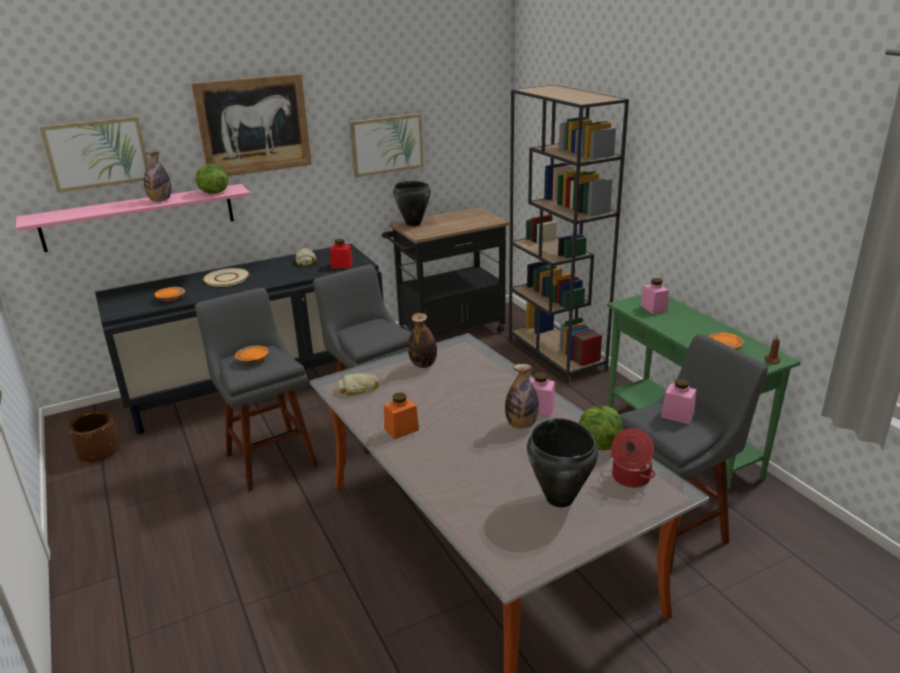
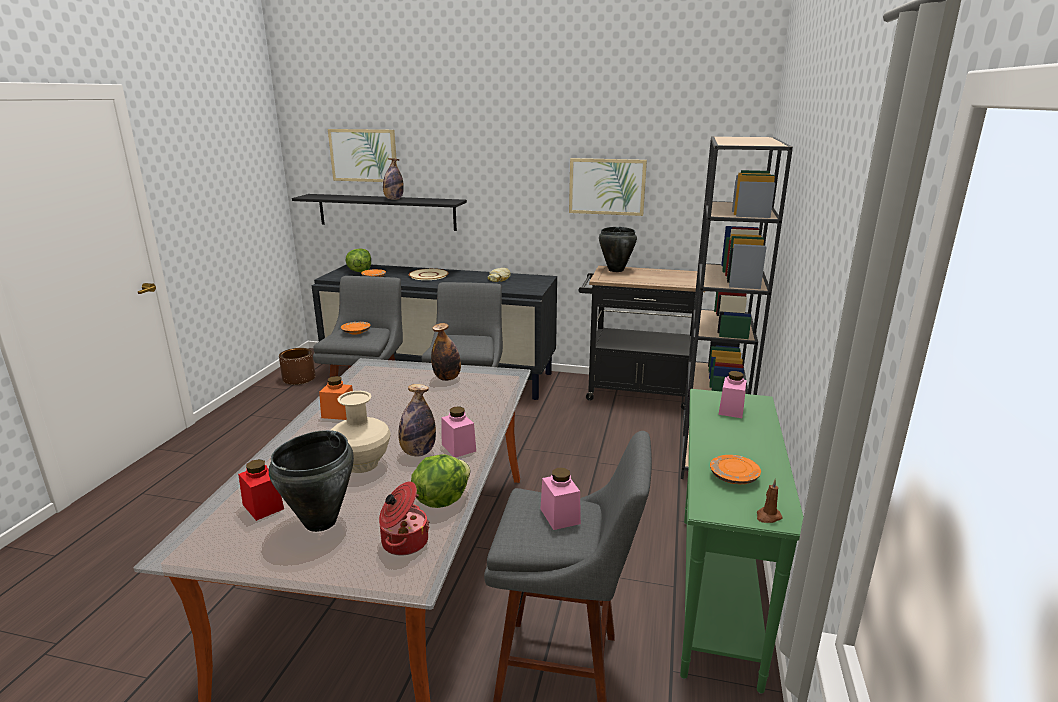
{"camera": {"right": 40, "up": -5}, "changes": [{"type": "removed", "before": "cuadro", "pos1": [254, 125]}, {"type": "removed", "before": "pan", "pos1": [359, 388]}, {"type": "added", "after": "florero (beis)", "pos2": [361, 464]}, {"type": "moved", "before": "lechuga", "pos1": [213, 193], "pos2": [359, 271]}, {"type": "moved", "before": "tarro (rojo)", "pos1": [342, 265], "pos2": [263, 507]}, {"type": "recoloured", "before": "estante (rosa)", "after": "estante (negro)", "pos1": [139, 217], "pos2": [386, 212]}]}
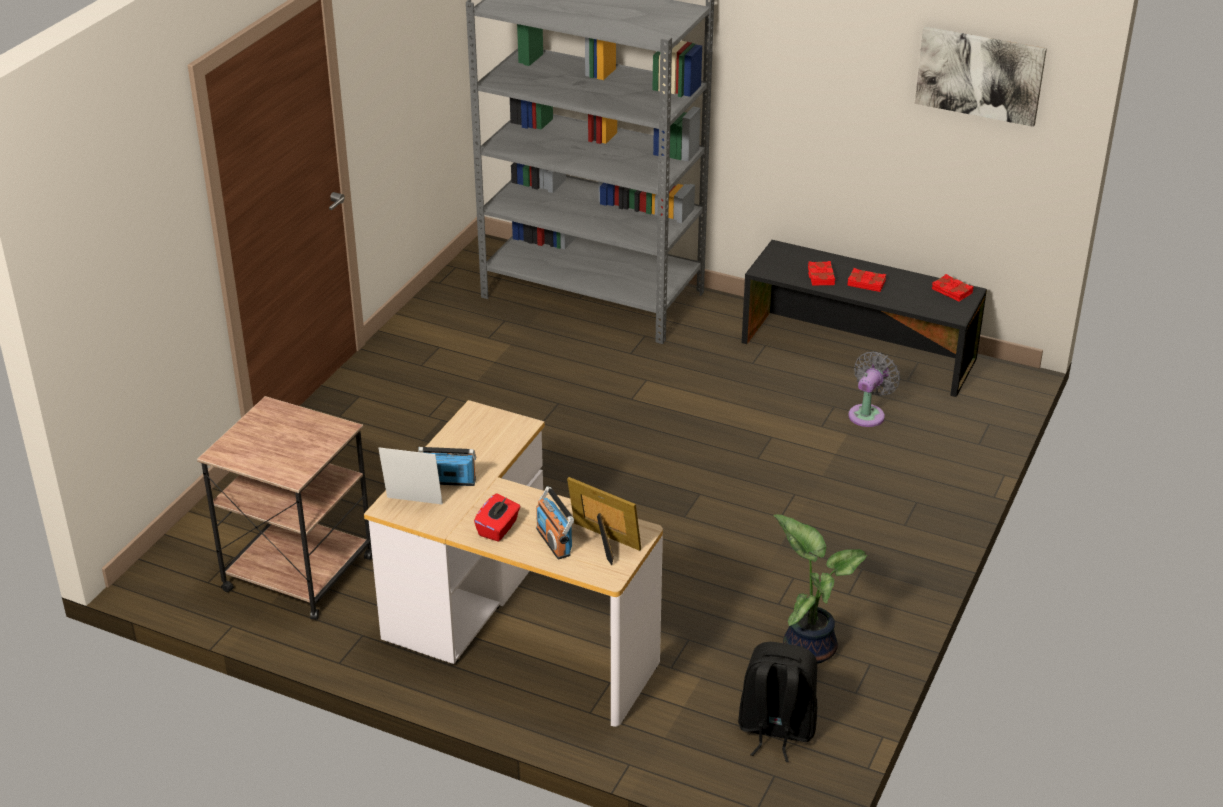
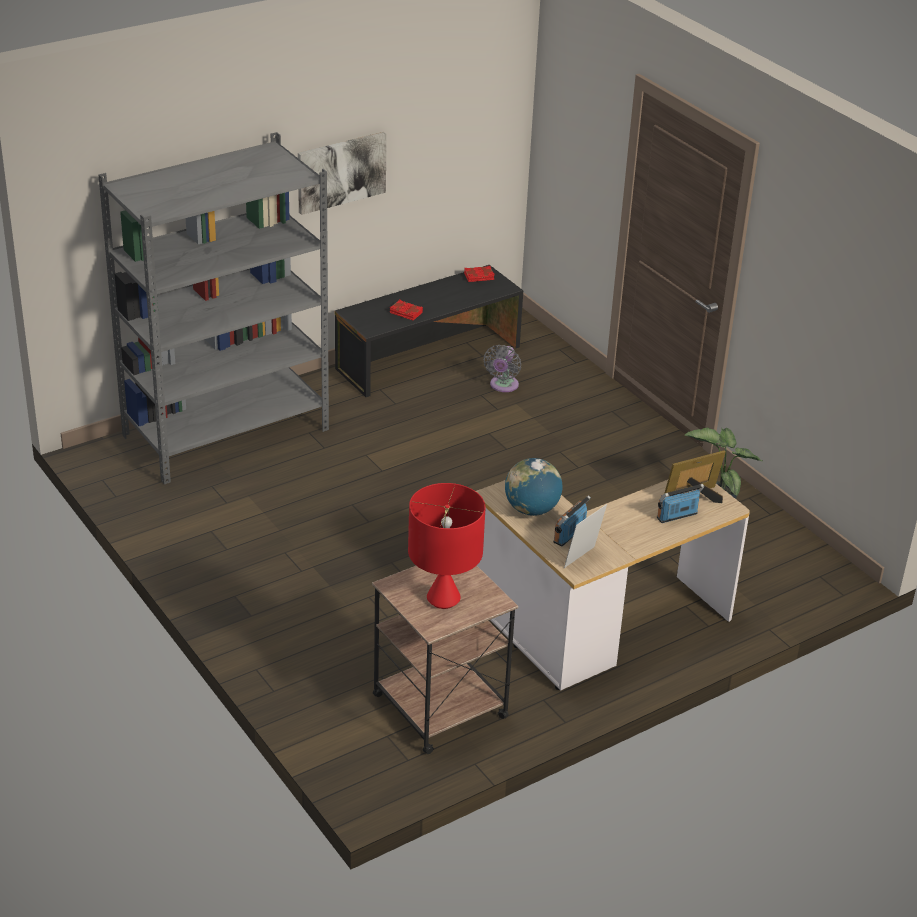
{"camera": {"right": -60, "up": 0}, "changes": [{"type": "removed", "before": "caja de pañuelos (rojo)", "pos1": [498, 529]}, {"type": "removed", "before": "mochila (negro)", "pos1": [775, 730]}, {"type": "removed", "before": "libro (rojo)", "pos1": [866, 283]}, {"type": "added", "after": "lámpara de mesa (rojo)", "pos2": [443, 600]}, {"type": "added", "after": "globo terráqueo", "pos2": [531, 509]}, {"type": "moved", "before": "cuadro", "pos1": [980, 75], "pos2": [341, 172]}, {"type": "turned", "before": "radio", "pos1": [554, 541], "pos2": [677, 516], "turn": 150}, {"type": "turned", "before": "ventilador (gris)", "pos1": [868, 414], "pos2": [503, 386], "turn": -135}]}
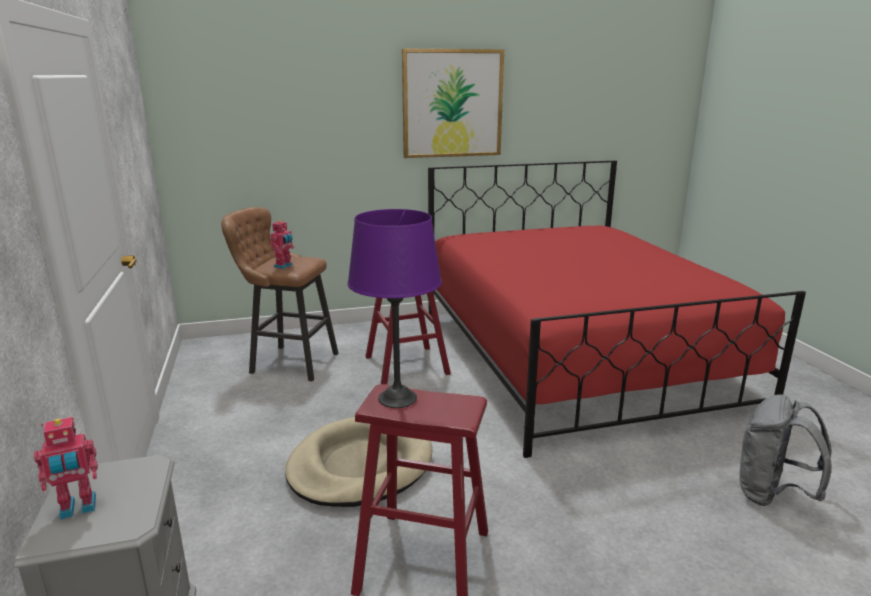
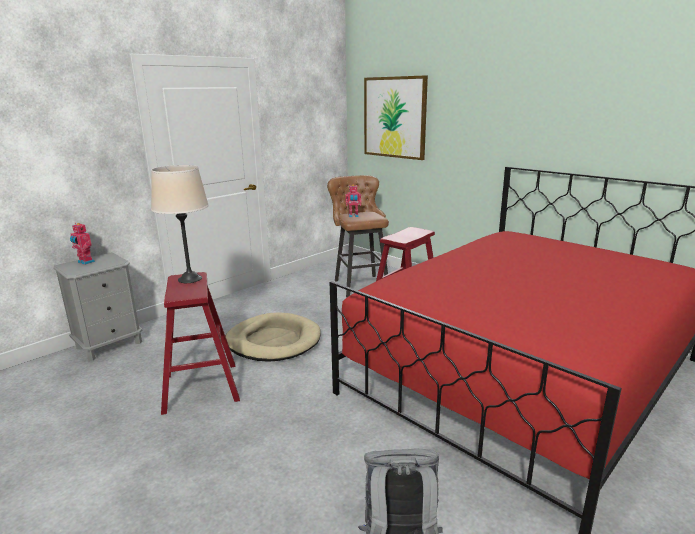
{"camera": {"right": 60, "up": 0}, "changes": [{"type": "moved", "before": "cuadro", "pos1": [452, 104], "pos2": [394, 117]}, {"type": "recoloured", "before": "lámpara de mesa (morado)", "after": "lámpara de mesa (beis)", "pos1": [398, 398], "pos2": [190, 279]}]}
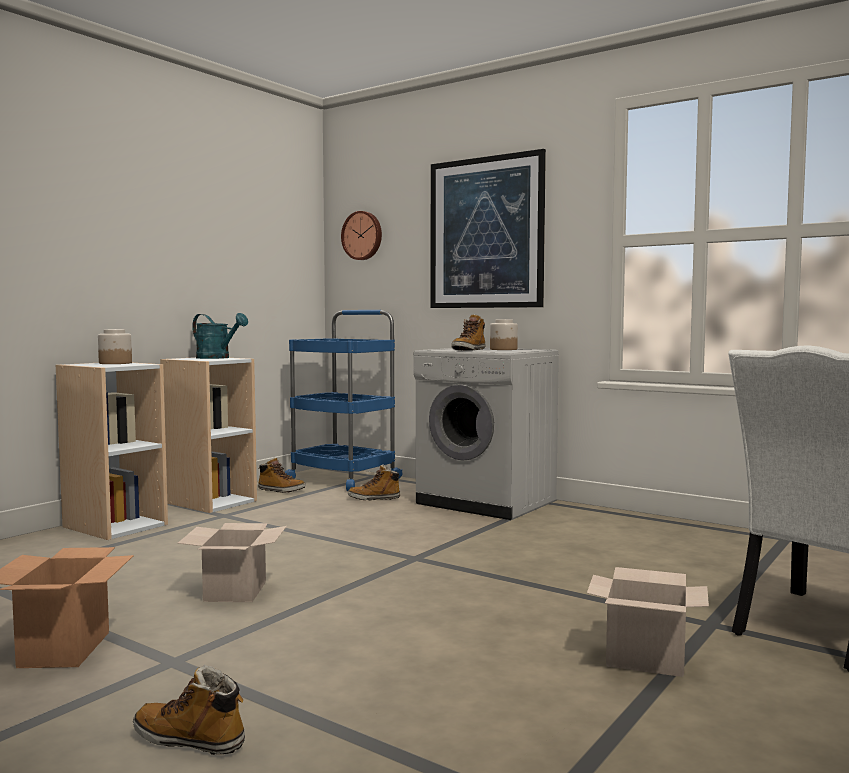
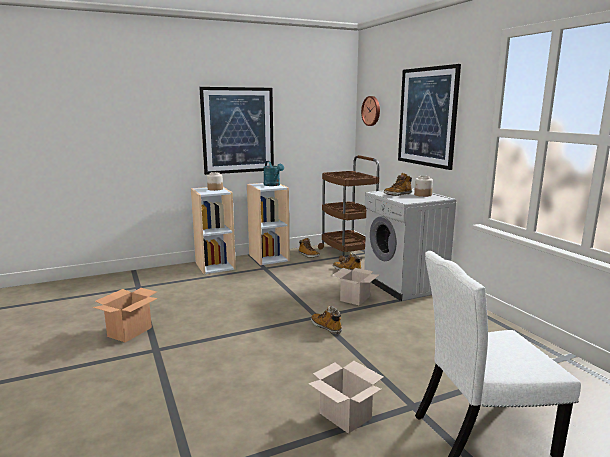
{"camera": {"right": 30, "up": 10}, "changes": [{"type": "added", "after": "cuadro", "pos2": [238, 130]}, {"type": "moved", "before": "bota", "pos1": [190, 740], "pos2": [326, 327]}, {"type": "moved", "before": "caja de cartón", "pos1": [234, 591], "pos2": [355, 298]}, {"type": "recoloured", "before": "carrito (azul)", "after": "carrito (marrón)", "pos1": [342, 479], "pos2": [347, 252]}]}
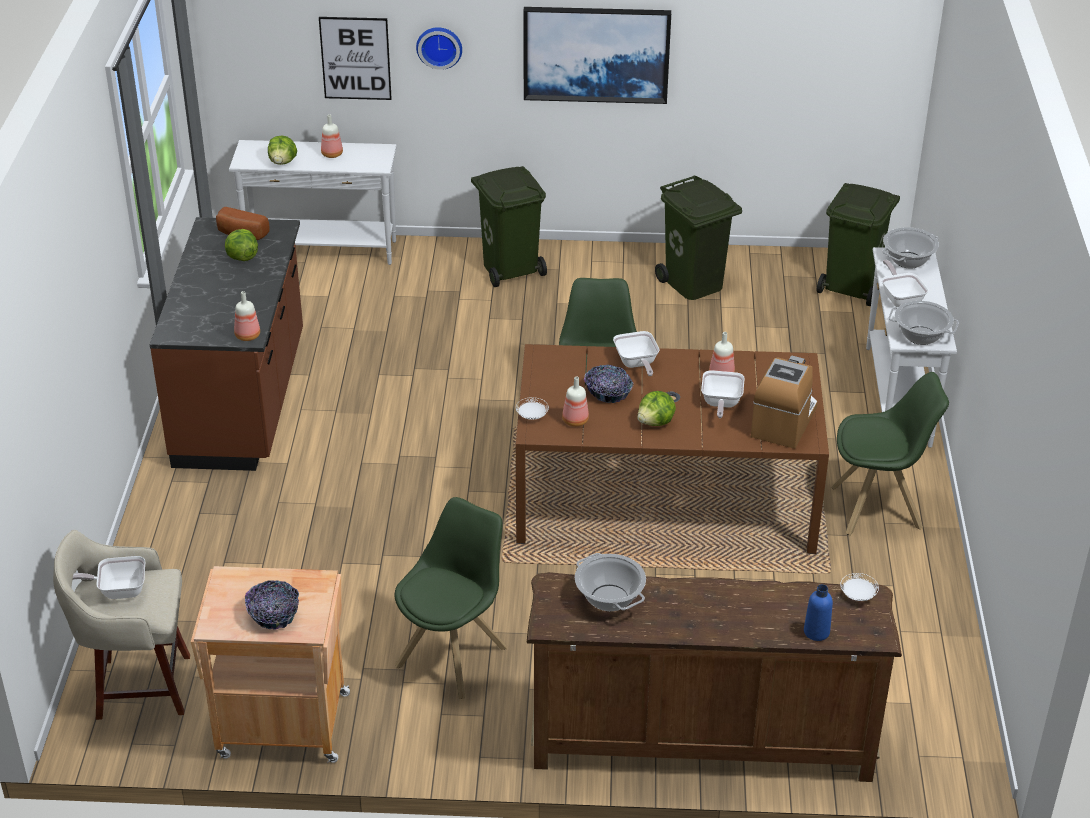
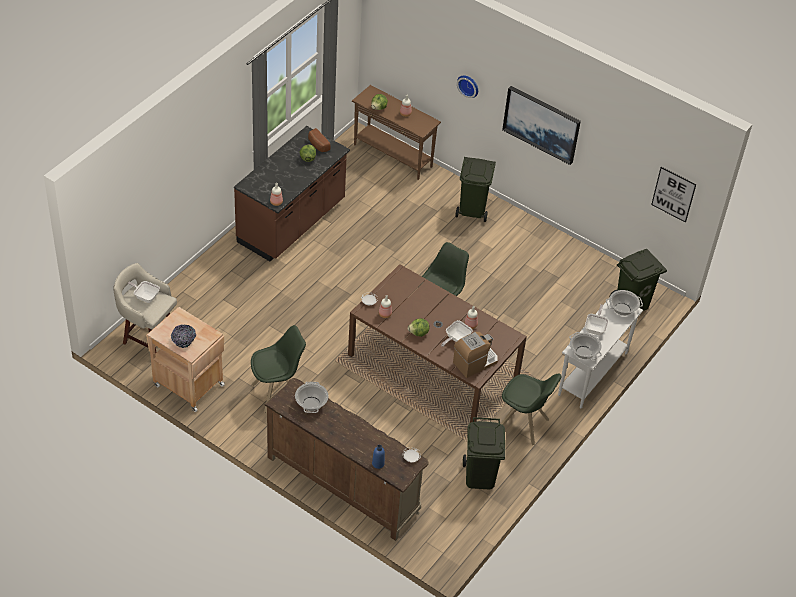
{"camera": {"right": 30, "up": 10}, "changes": [{"type": "removed", "before": "cuenco", "pos1": [608, 393]}, {"type": "removed", "before": "sartén", "pos1": [636, 364]}, {"type": "moved", "before": "cuadro", "pos1": [355, 58], "pos2": [673, 194]}, {"type": "moved", "before": "papelera (verde)", "pos1": [693, 284], "pos2": [479, 476]}, {"type": "recoloured", "before": "mesa consola (blanco)", "after": "mesa consola (marrón)", "pos1": [322, 250], "pos2": [393, 155]}]}
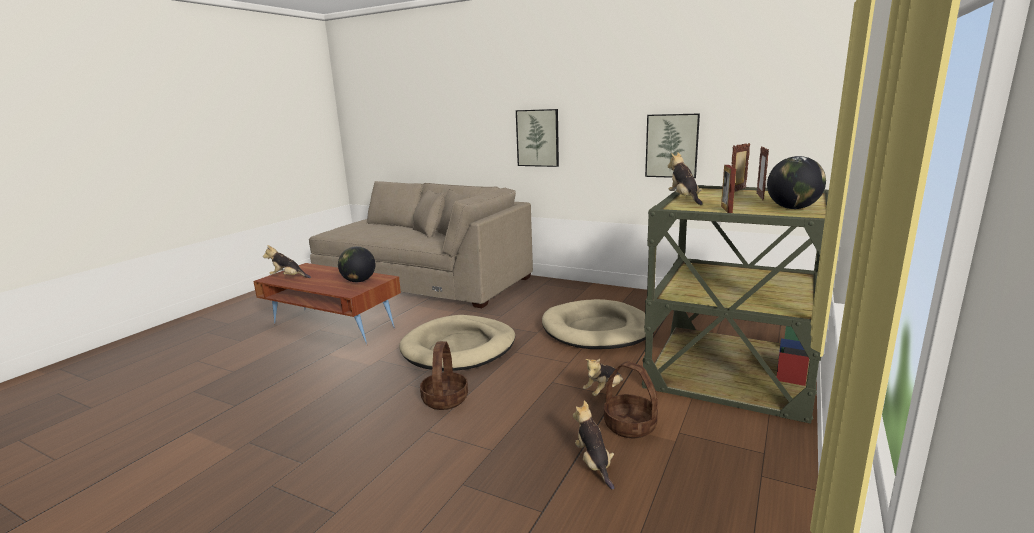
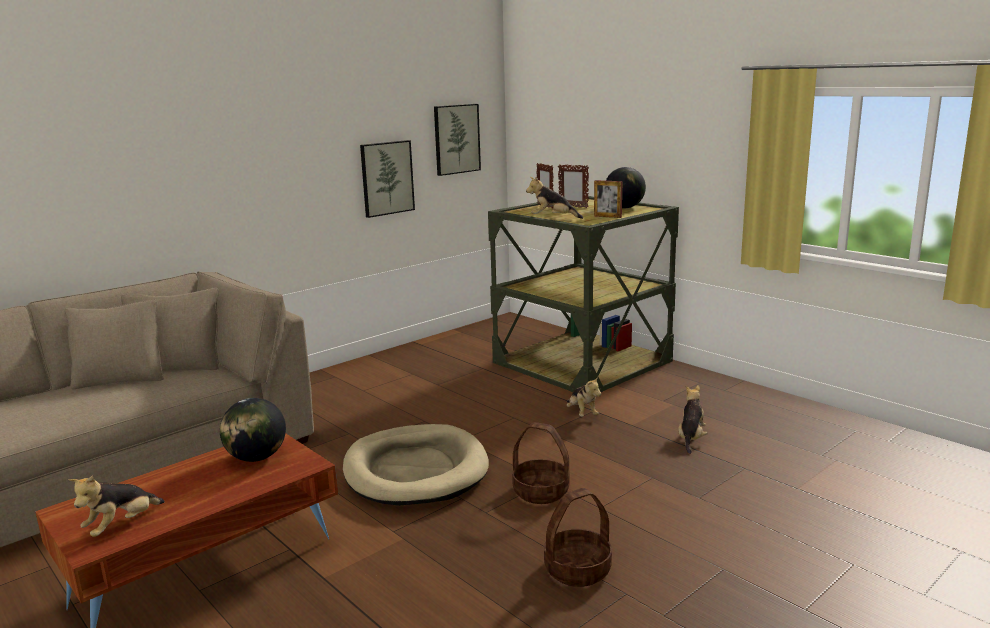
{"camera": {"right": -70, "up": 0}, "changes": [{"type": "removed", "before": "cama para perro (beis)", "pos1": [597, 330]}, {"type": "moved", "before": "cuadro", "pos1": [538, 138], "pos2": [456, 139]}, {"type": "moved", "before": "cesta", "pos1": [630, 425], "pos2": [577, 569]}, {"type": "turned", "before": "peluche", "pos1": [594, 464], "pos2": [691, 438], "turn": 105}]}
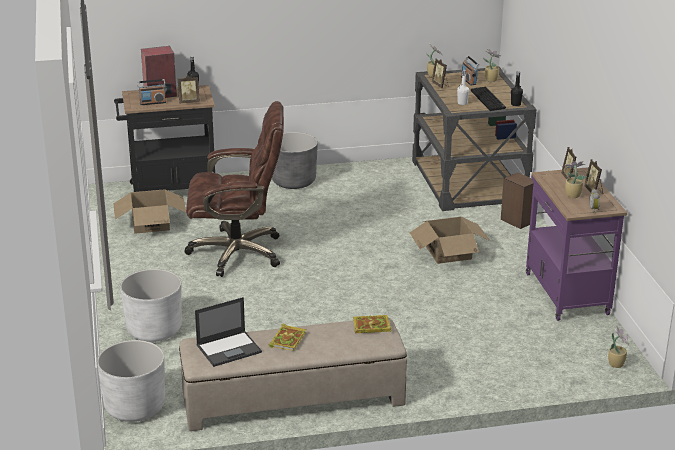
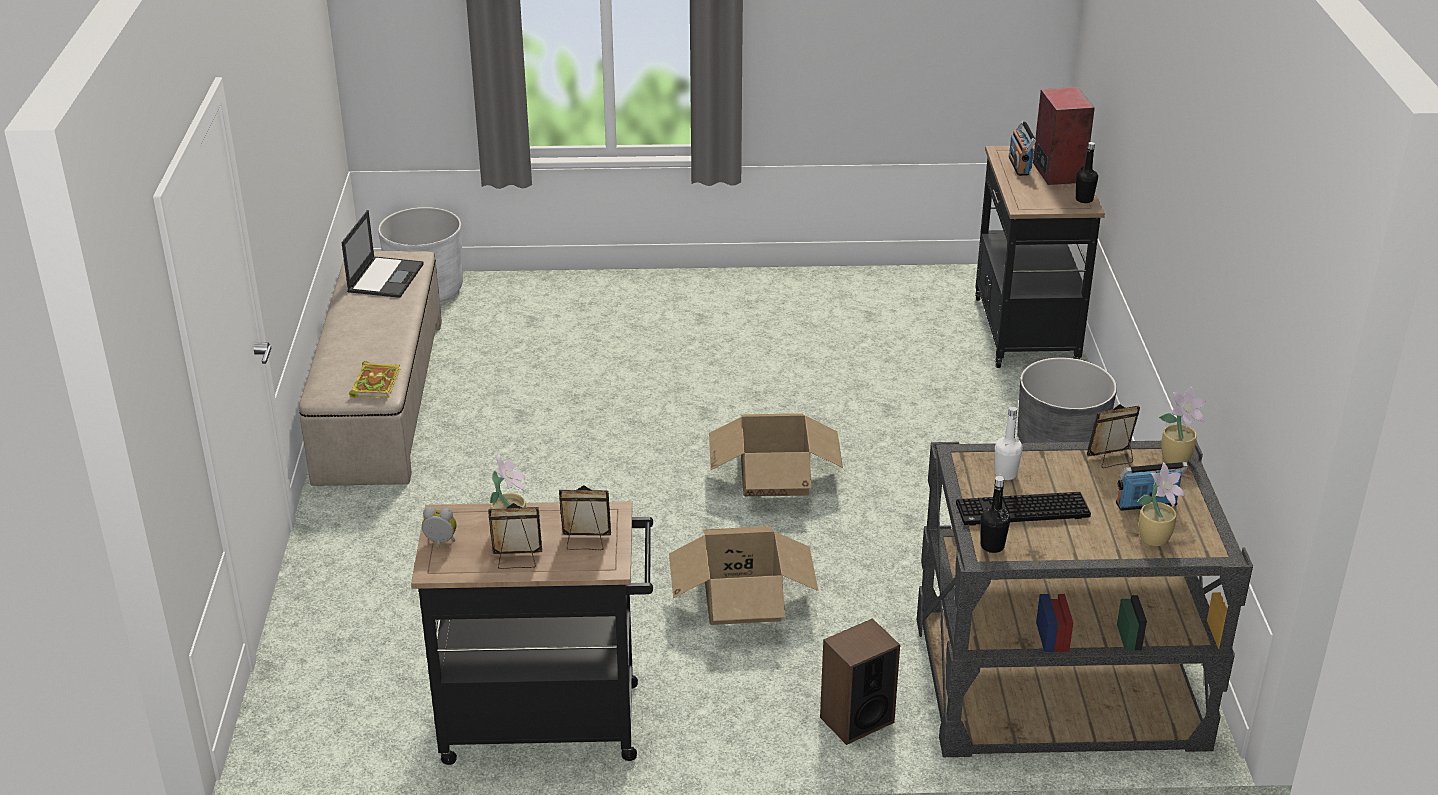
{"camera": {"right": 100, "up": 5}, "changes": [{"type": "removed", "before": "maceta (blanco)", "pos1": [154, 330]}, {"type": "removed", "before": "portarretratos", "pos1": [189, 102]}, {"type": "removed", "before": "silla de oficina (marrón)", "pos1": [236, 252]}, {"type": "removed", "before": "libro", "pos1": [287, 339]}, {"type": "removed", "before": "planta en maceta", "pos1": [616, 364]}, {"type": "moved", "before": "caja de cartón", "pos1": [151, 223], "pos2": [774, 477]}, {"type": "recoloured", "before": "carrito (morado)", "after": "carrito (negro)", "pos1": [565, 292], "pos2": [548, 724]}, {"type": "turned", "before": "portátil", "pos1": [229, 348], "pos2": [385, 277], "turn": -150}]}
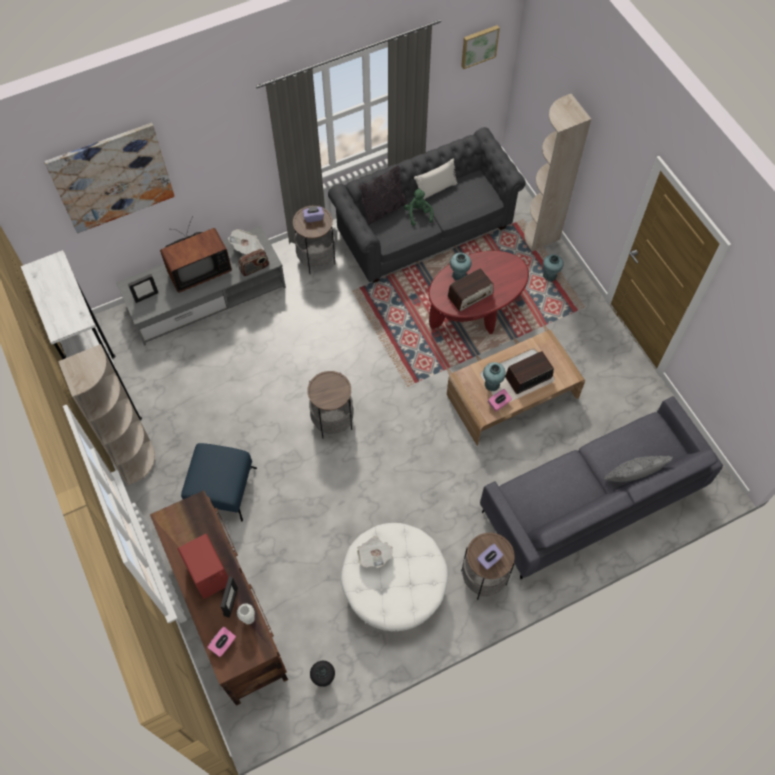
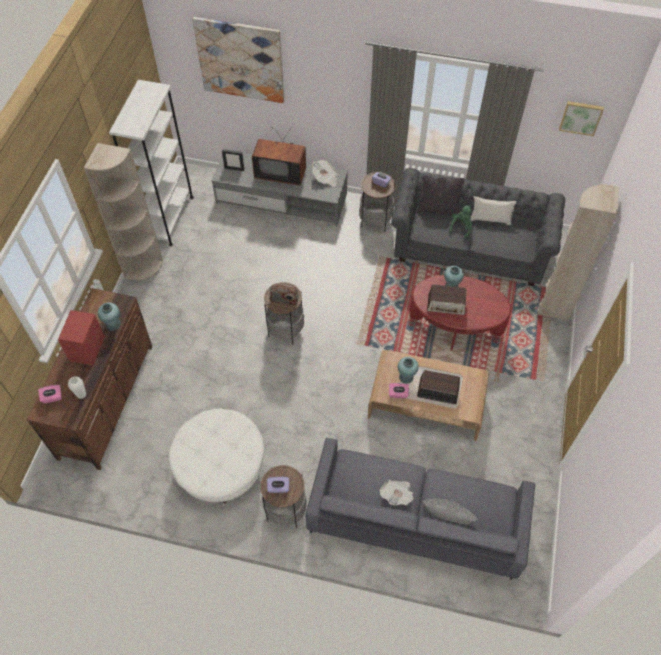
{"camera": {"right": 40, "up": -5}, "changes": [{"type": "removed", "before": "puf (azul)", "pos1": [222, 488]}, {"type": "removed", "before": "portarretratos", "pos1": [231, 602]}, {"type": "removed", "before": "florero (negro)", "pos1": [324, 678]}, {"type": "moved", "before": "radio", "pos1": [254, 268], "pos2": [284, 300]}, {"type": "moved", "before": "periódico", "pos1": [374, 555], "pos2": [397, 495]}, {"type": "moved", "before": "florero (turquesa)", "pos1": [549, 275], "pos2": [113, 324]}]}
